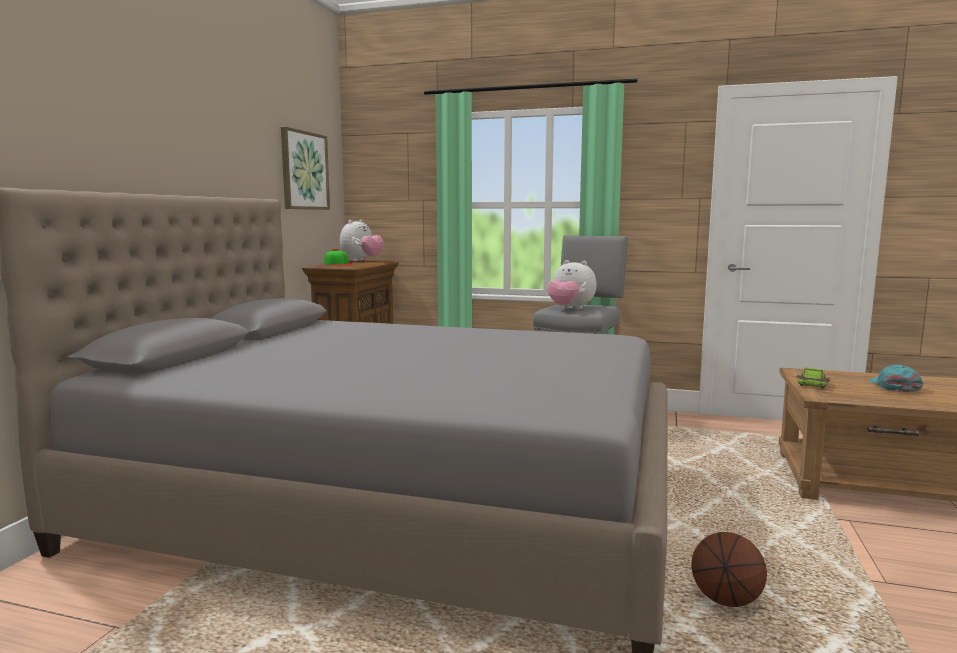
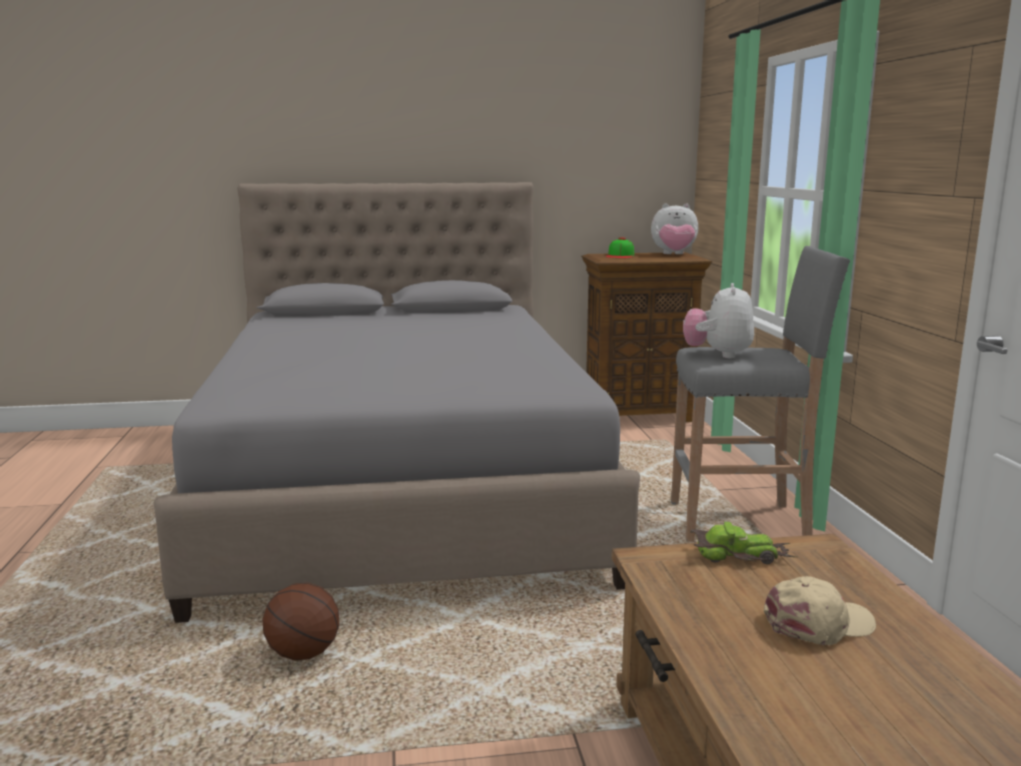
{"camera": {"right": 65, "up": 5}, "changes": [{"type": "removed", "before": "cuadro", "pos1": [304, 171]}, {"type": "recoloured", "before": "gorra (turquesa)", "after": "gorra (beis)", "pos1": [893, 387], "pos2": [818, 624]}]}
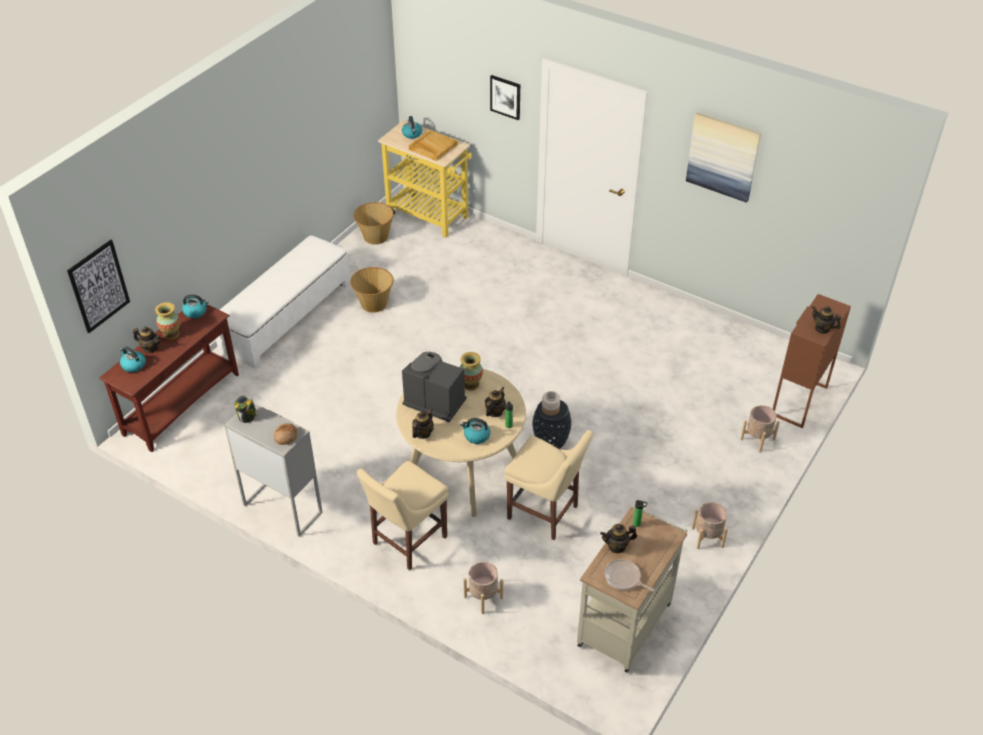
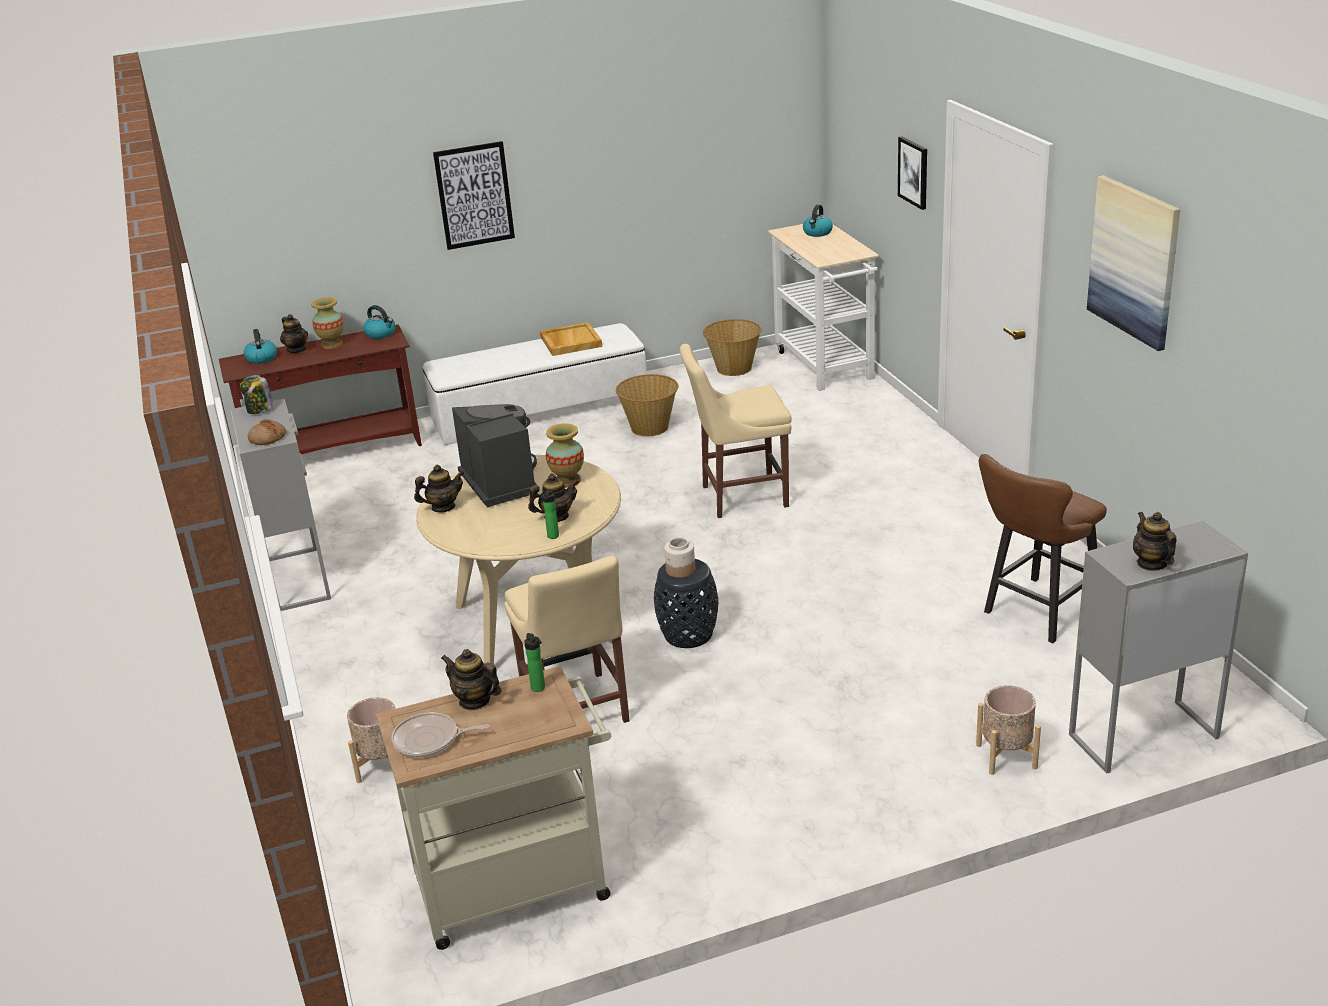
{"camera": {"right": 40, "up": -15}, "changes": [{"type": "removed", "before": "hervidor", "pos1": [476, 436]}, {"type": "removed", "before": "maceta (beis)", "pos1": [707, 537]}, {"type": "added", "after": "taburete (marrón)", "pos2": [1034, 615]}, {"type": "moved", "before": "cuadro", "pos1": [98, 286], "pos2": [474, 195]}, {"type": "moved", "before": "silla (beis)", "pos1": [406, 542], "pos2": [739, 496]}, {"type": "moved", "before": "bandeja (beis)", "pos1": [432, 147], "pos2": [570, 342]}, {"type": "recoloured", "before": "carrito (amarillo)", "after": "carrito (blanco)", "pos1": [429, 216], "pos2": [825, 365]}, {"type": "recoloured", "before": "armario (marrón)", "after": "armario (gris)", "pos1": [798, 401], "pos2": [1140, 735]}, {"type": "turned", "before": "sartén", "pos1": [624, 578], "pos2": [430, 740], "turn": -75}]}
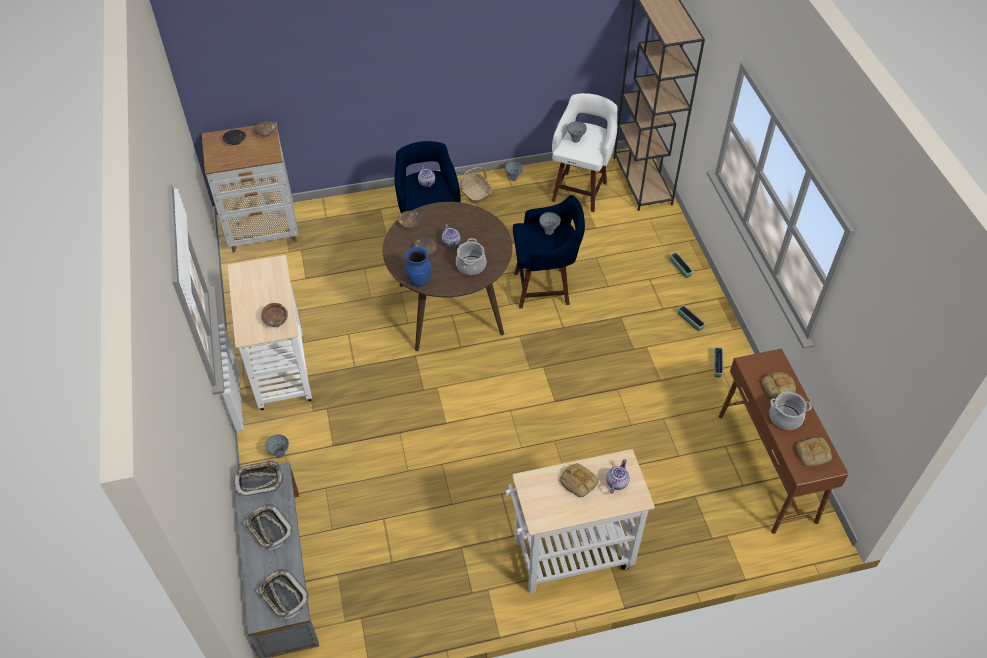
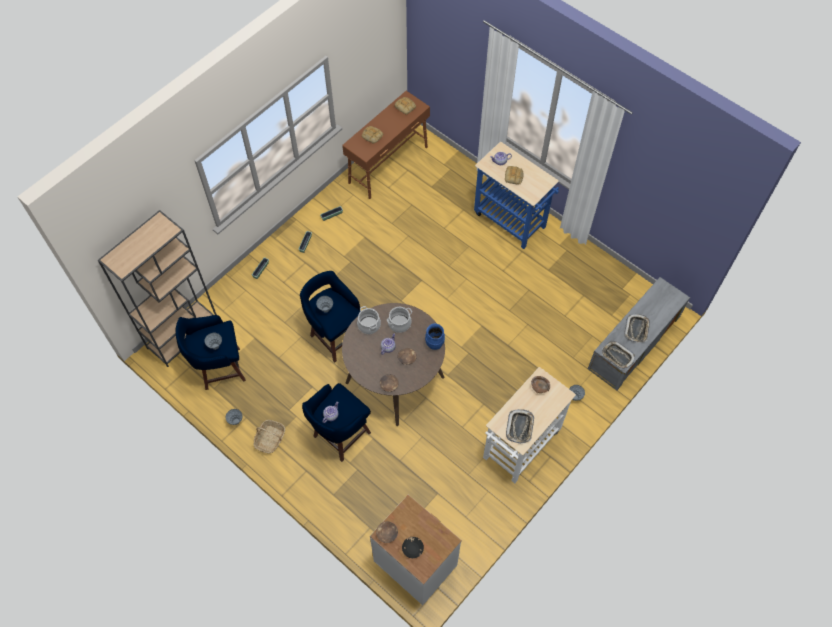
{"camera": {"right": -125, "up": 10}, "changes": [{"type": "moved", "before": "bandeja", "pos1": [283, 595], "pos2": [520, 427]}, {"type": "moved", "before": "olla", "pos1": [785, 417], "pos2": [369, 325]}, {"type": "recoloured", "before": "carrito (blanco)", "after": "carrito (azul)", "pos1": [571, 555], "pos2": [510, 221]}, {"type": "recoloured", "before": "taburete (blanco)", "after": "taburete (azul)", "pos1": [580, 190], "pos2": [220, 369]}]}
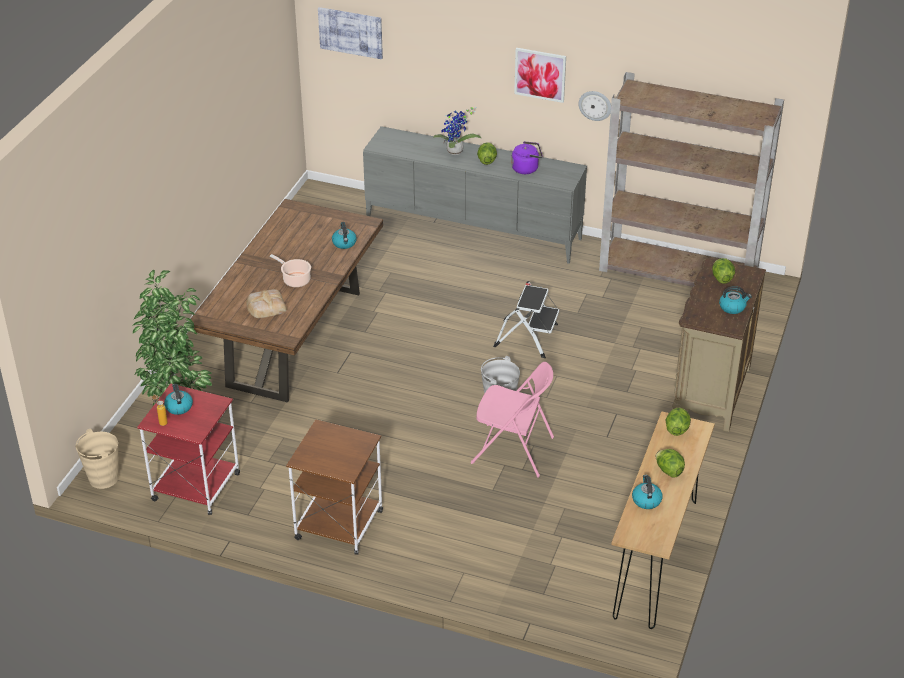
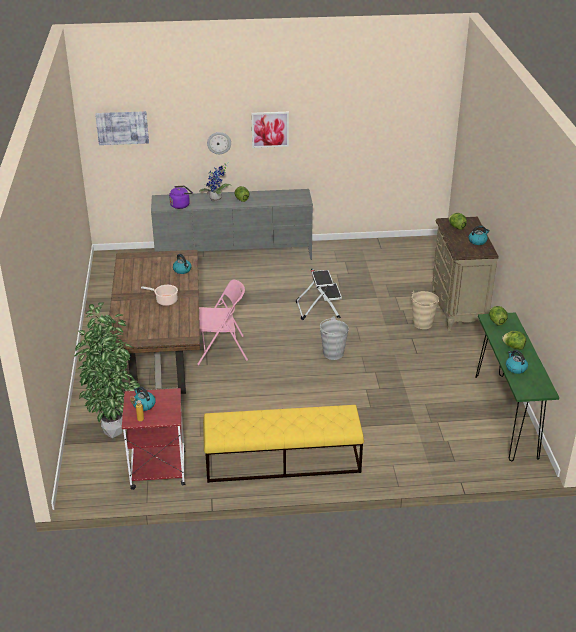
{"camera": {"right": -25, "up": -5}, "changes": [{"type": "removed", "before": "pan", "pos1": [265, 306]}, {"type": "removed", "before": "estantería (marrón)", "pos1": [678, 271]}, {"type": "moved", "before": "cubo (beis)", "pos1": [103, 478], "pos2": [422, 323]}, {"type": "moved", "before": "silla (rosa)", "pos1": [512, 450], "pos2": [221, 350]}, {"type": "moved", "before": "hervidor (morado)", "pos1": [526, 168], "pos2": [181, 205]}, {"type": "moved", "before": "reloj de pared", "pos1": [595, 105], "pos2": [219, 142]}, {"type": "replaced", "before": "carrito (marrón)", "after": "banco (amarillo)", "pos1": [337, 524], "pos2": [282, 461]}, {"type": "recoloured", "before": "mesa consola (marrón)", "after": "mesa consola (verde)", "pos1": [656, 558], "pos2": [505, 416]}]}
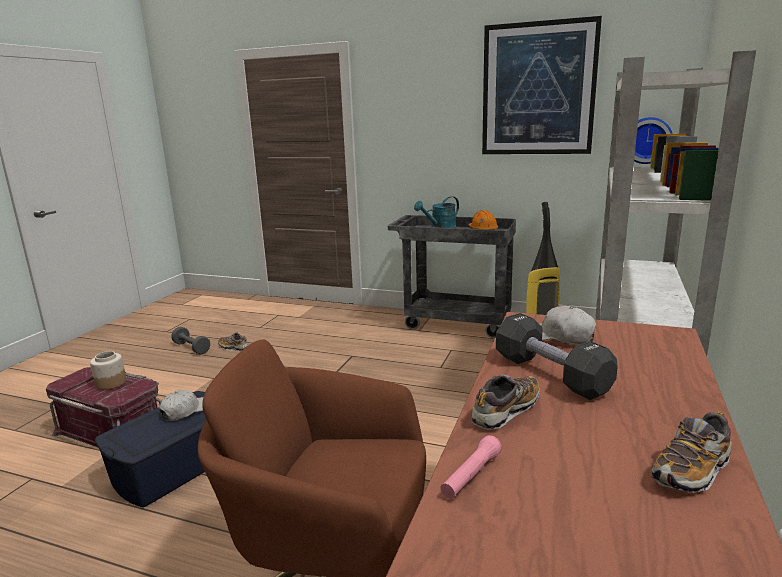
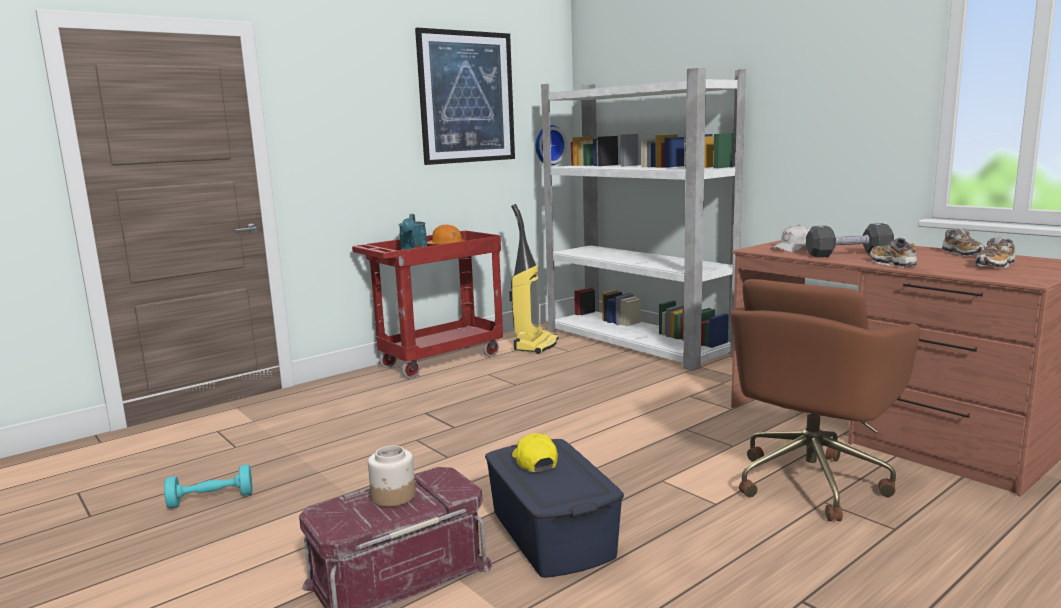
{"camera": {"right": -60, "up": -5}, "changes": [{"type": "removed", "before": "linterna (rosa)", "pos1": [471, 475]}, {"type": "moved", "before": "zapato", "pos1": [233, 347], "pos2": [995, 265]}, {"type": "recoloured", "before": "gorra (blanco)", "after": "gorra (amarillo)", "pos1": [185, 411], "pos2": [534, 461]}, {"type": "recoloured", "before": "mancuerna (gris)", "after": "mancuerna (turquesa)", "pos1": [191, 348], "pos2": [211, 499]}, {"type": "recoloured", "before": "carrito (gris)", "after": "carrito (rojo)", "pos1": [452, 325], "pos2": [436, 363]}]}
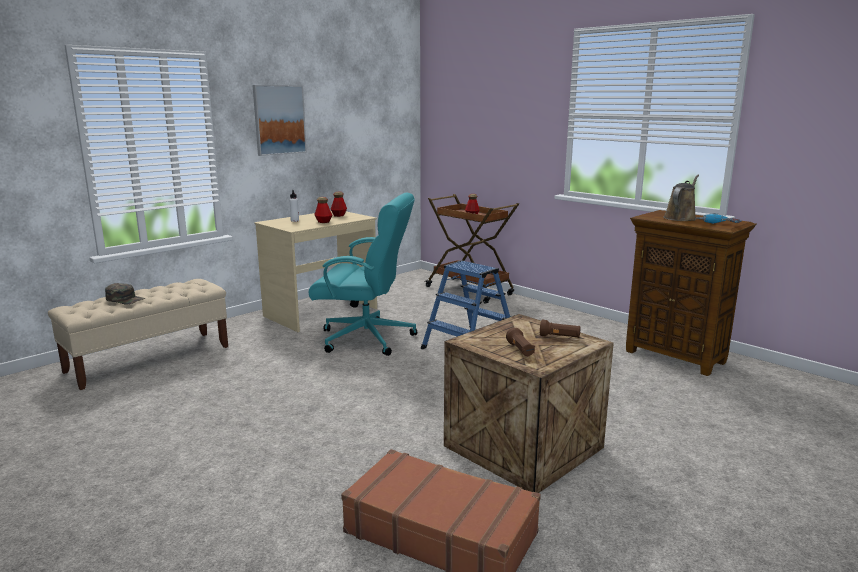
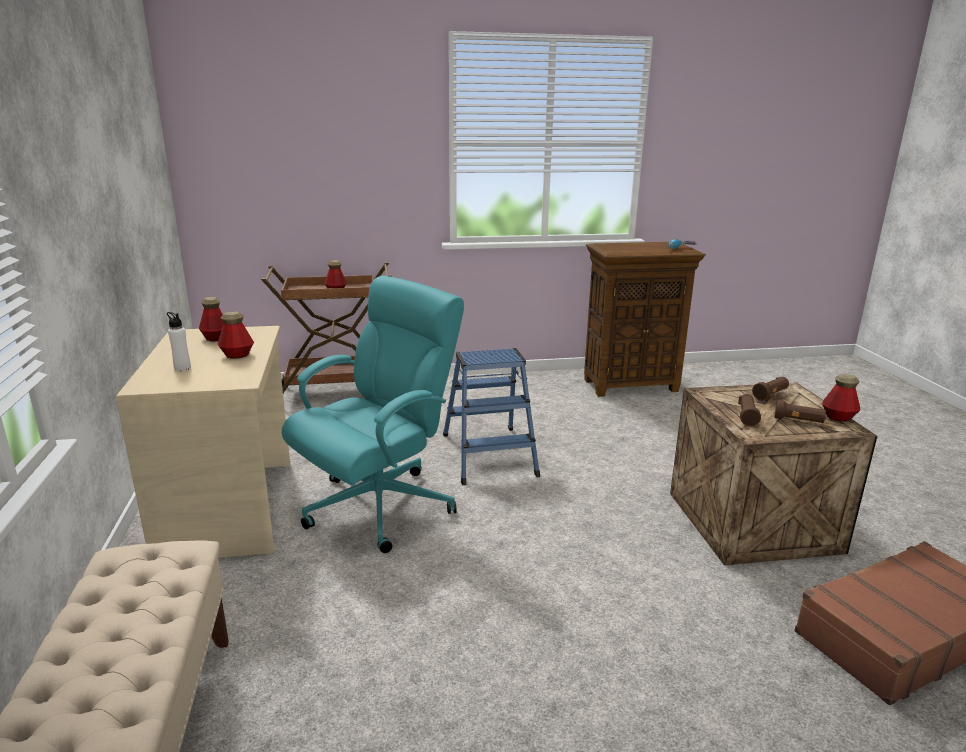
{"camera": {"right": -55, "up": 5}, "changes": [{"type": "removed", "before": "gorra (verde)", "pos1": [125, 299]}, {"type": "removed", "before": "cuadro", "pos1": [279, 120]}, {"type": "removed", "before": "regadera (marrón)", "pos1": [680, 218]}, {"type": "added", "after": "linterna (marrón)", "pos2": [747, 417]}, {"type": "added", "after": "botella", "pos2": [838, 417]}]}
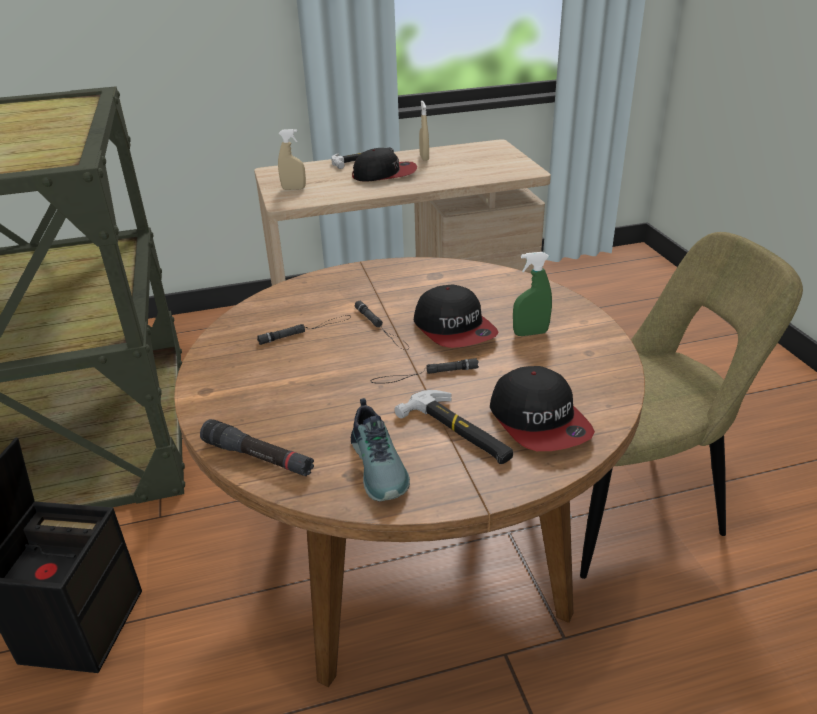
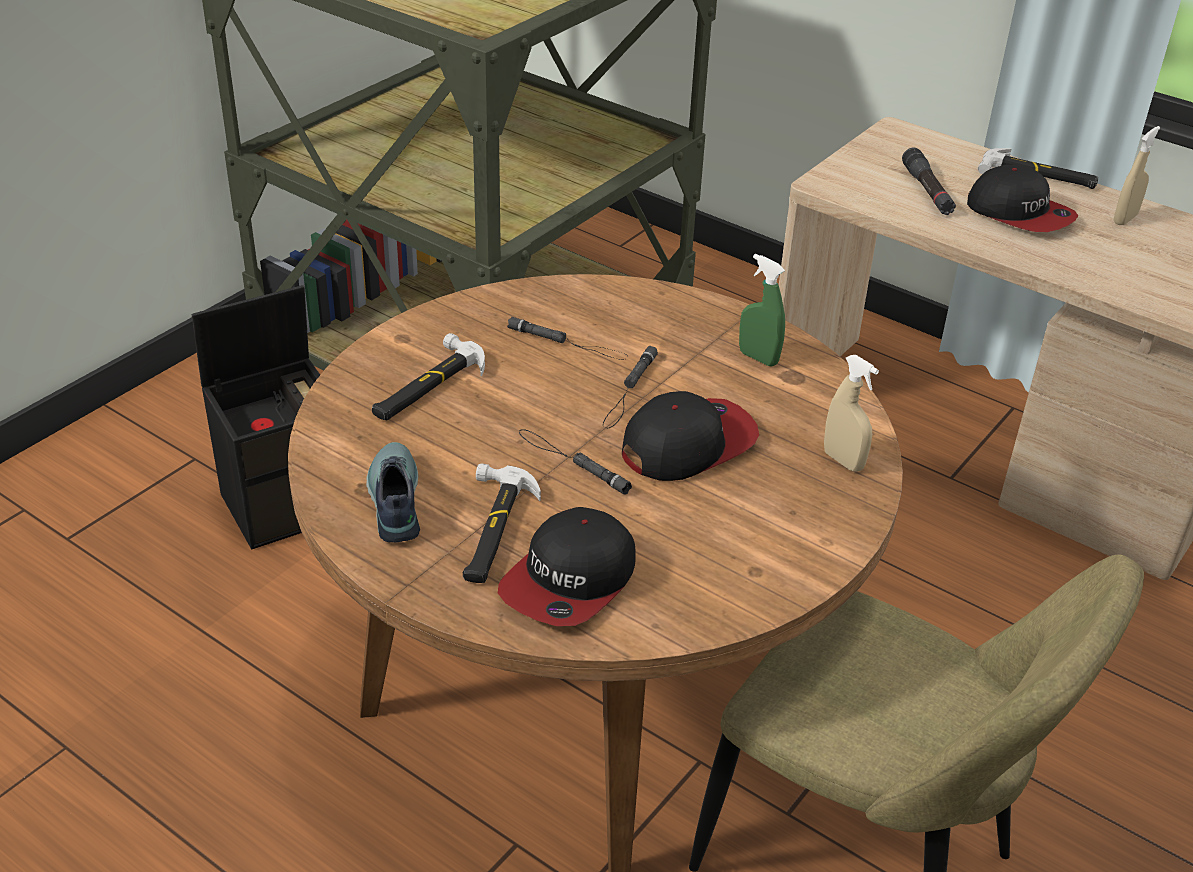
{"camera": {"right": 50, "up": 5}, "changes": [{"type": "added", "after": "martillo", "pos2": [427, 385]}, {"type": "moved", "before": "linterna (negro)", "pos1": [258, 457], "pos2": [927, 191]}, {"type": "moved", "before": "pulverizador (beis)", "pos1": [294, 188], "pos2": [843, 461]}, {"type": "moved", "before": "pulverizador (verde)", "pos1": [530, 333], "pos2": [758, 358]}, {"type": "turned", "before": "zapato", "pos1": [381, 466], "pos2": [392, 501], "turn": 135}, {"type": "turned", "before": "gorra", "pos1": [454, 329], "pos2": [688, 444], "turn": -150}]}
